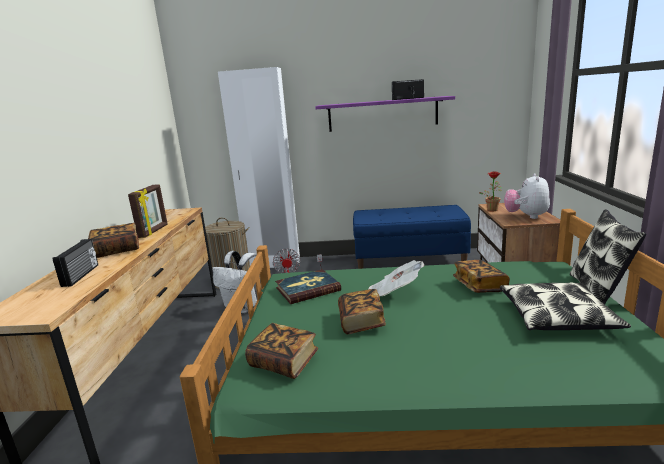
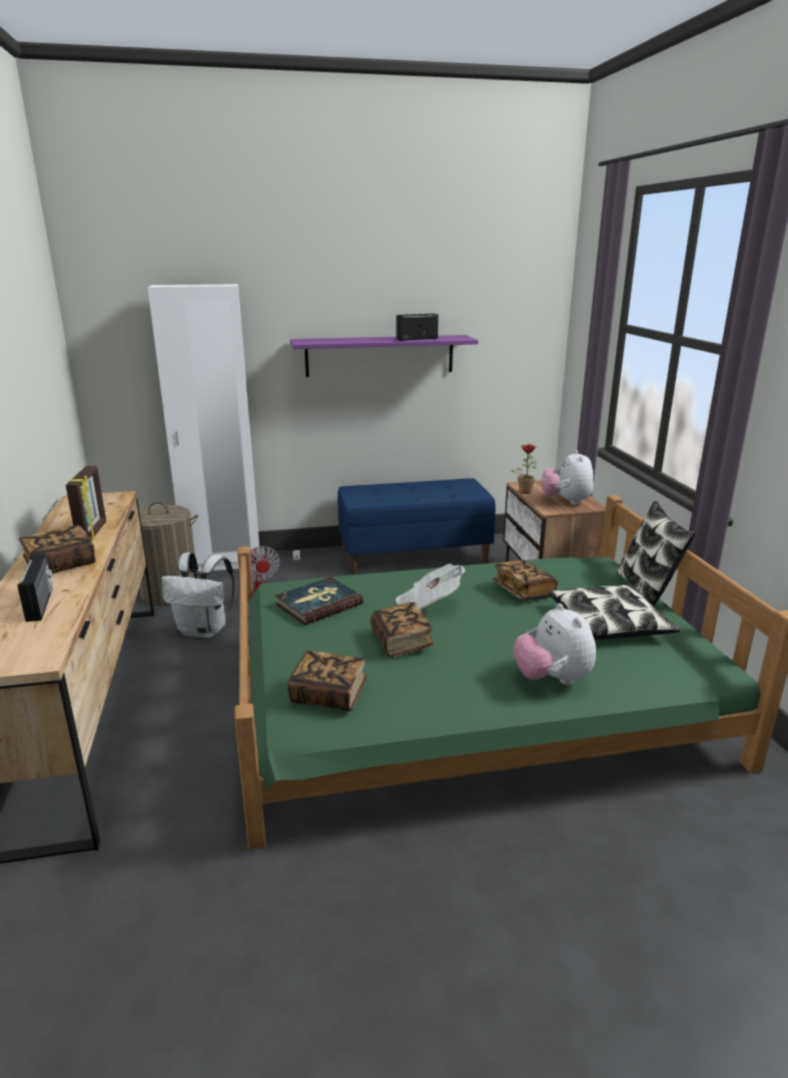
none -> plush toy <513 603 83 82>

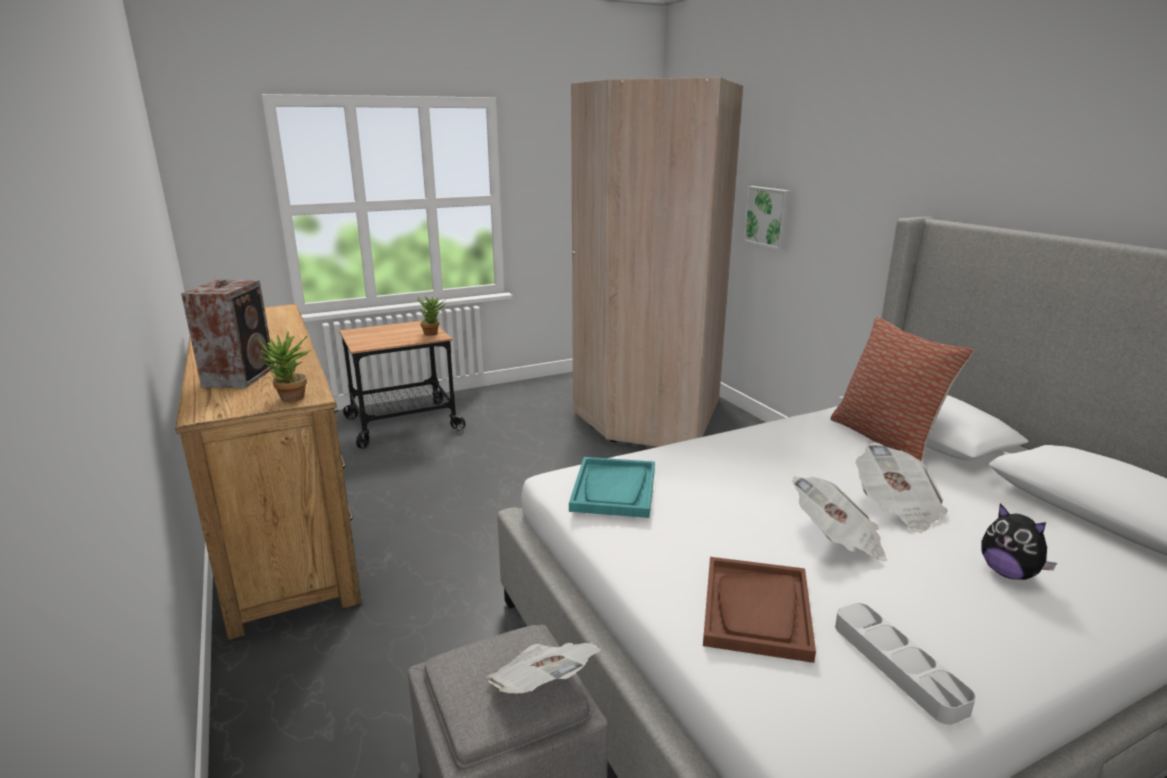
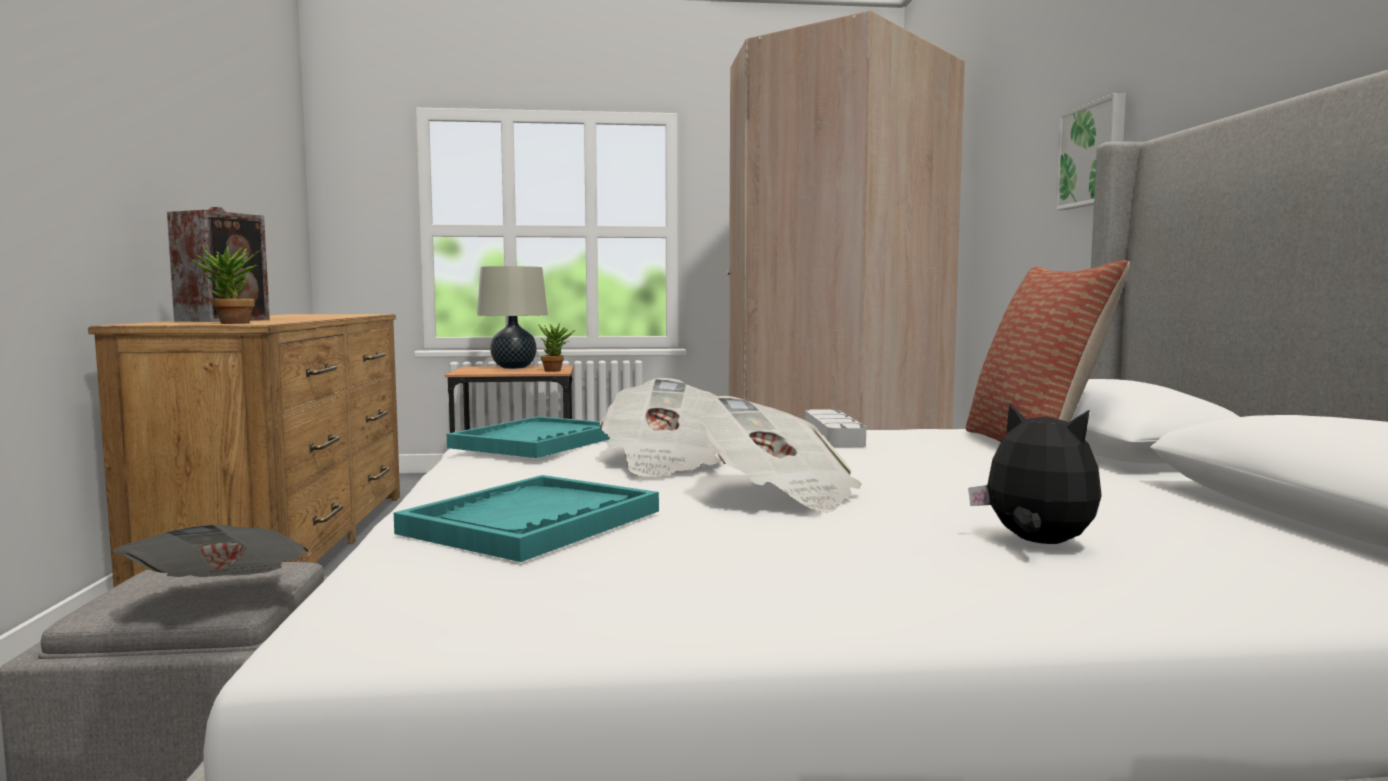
picture <743 186 47 64> -> picture <1055 93 71 117>, moved
daily paper <855 443 93 90> -> daily paper <600 378 119 99>, moved
plush toy <981 504 76 76> -> plush toy <968 402 134 142>, 150 degrees clockwise
brown tray <703 557 113 106> -> turquoise-coloured tray <394 475 265 87>
greyish tray <835 603 141 122> -> greyish tray <805 409 61 39>, moved
none -> beige table lamp <477 266 71 103>

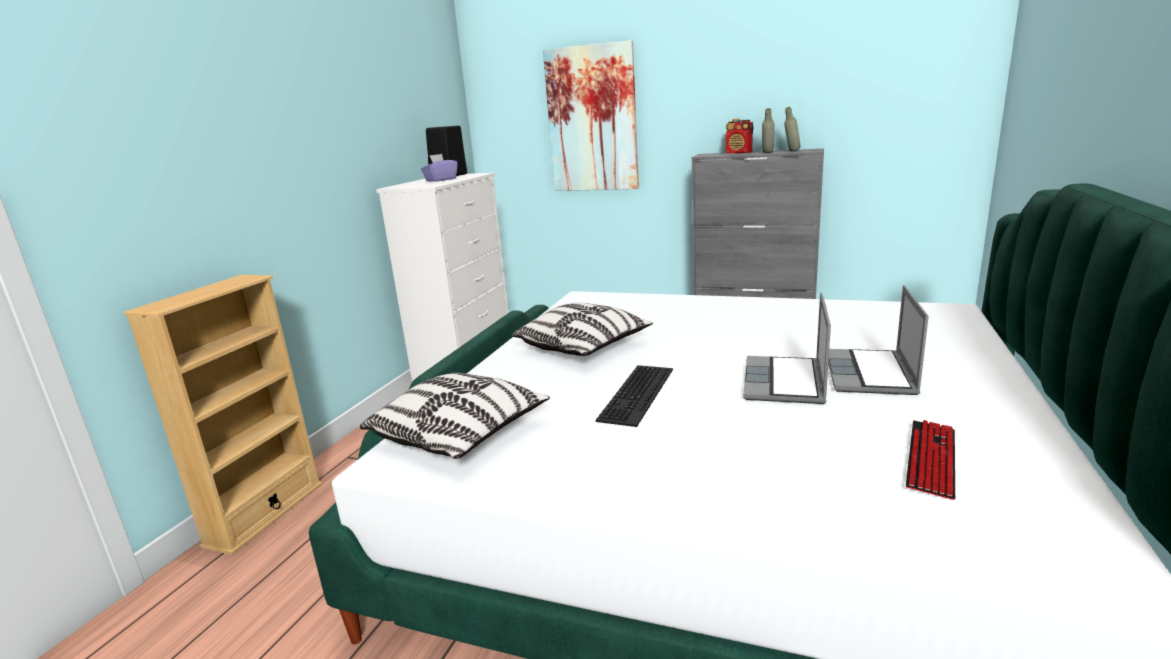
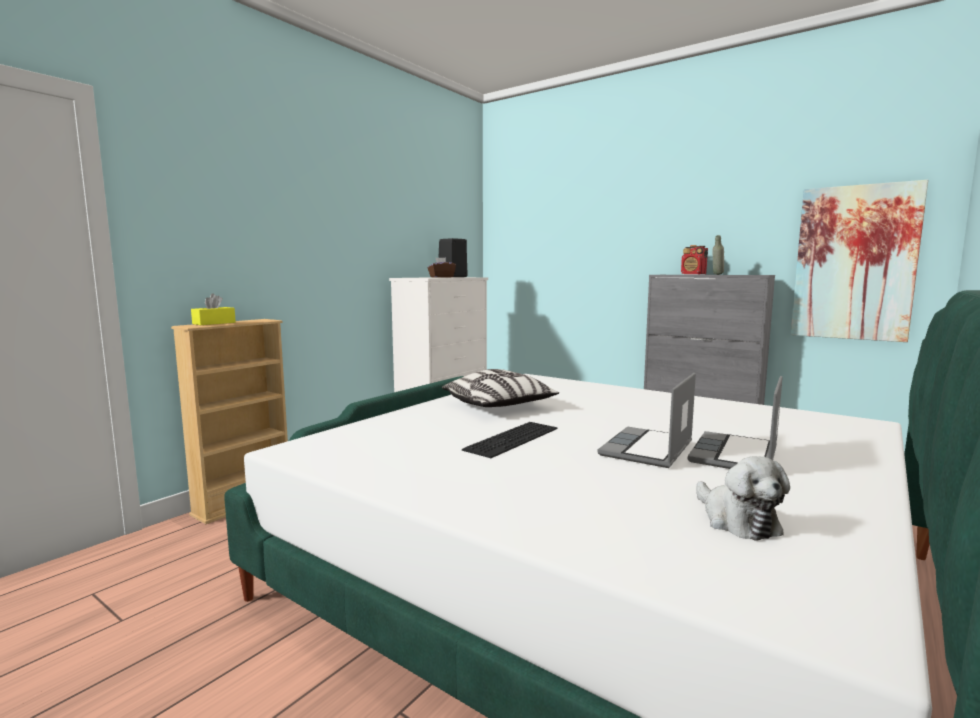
picture <543 40 96 151> -> picture <791 180 137 162>, moved
greyish drink bottle <784 107 17 44> -> none
purplish tissue holder <421 154 37 28> -> brown tissue holder <428 258 28 20>
throw pillow <359 373 191 86> -> none
keyboard <906 420 49 80> -> plush toy <696 456 94 85>
none -> yellowish tissue holder <191 293 45 32>

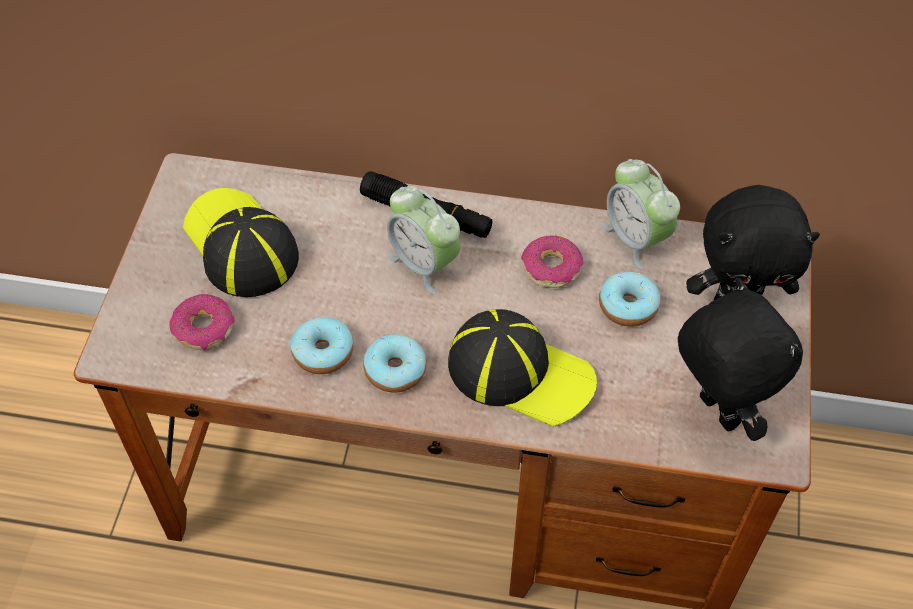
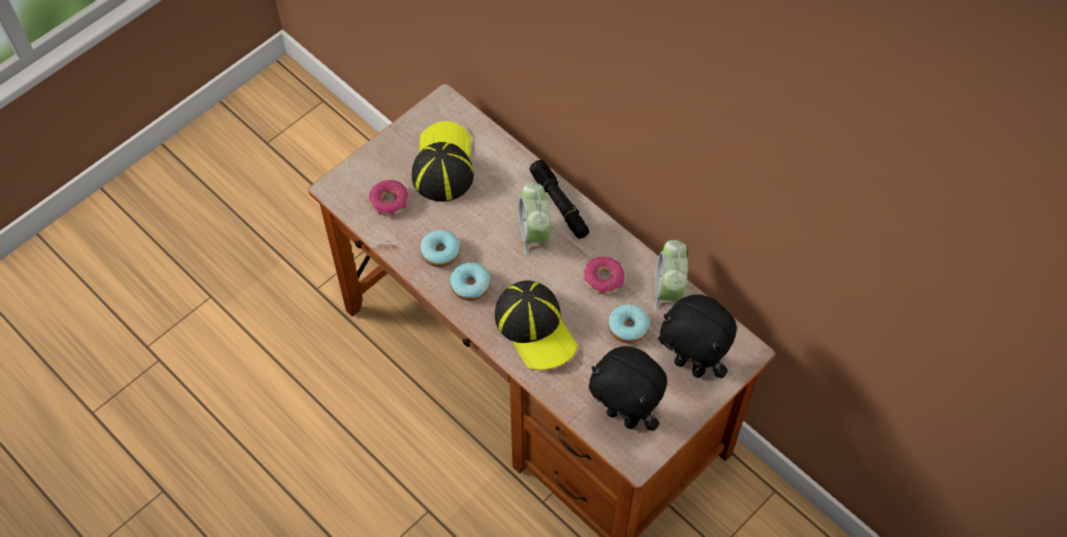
blackish plush toy <678 278 125 163> -> blackish plush toy <589 346 78 85>, 120 degrees clockwise

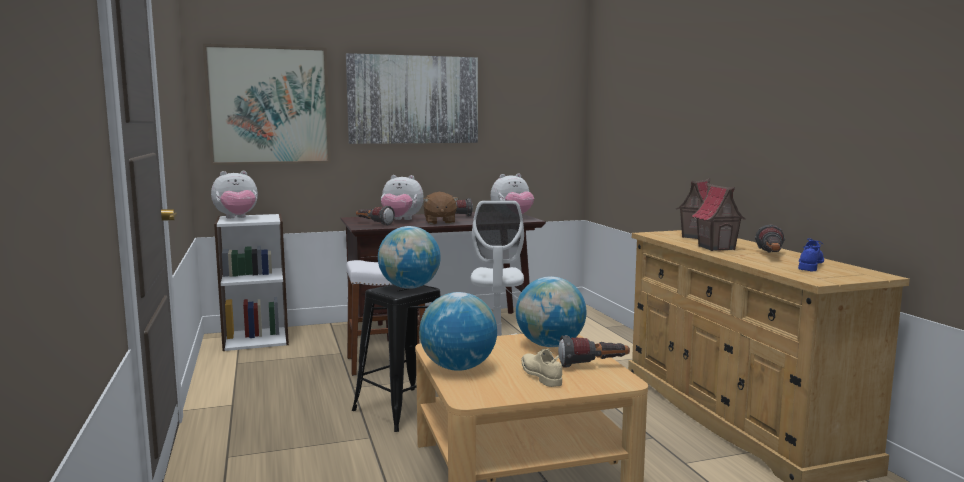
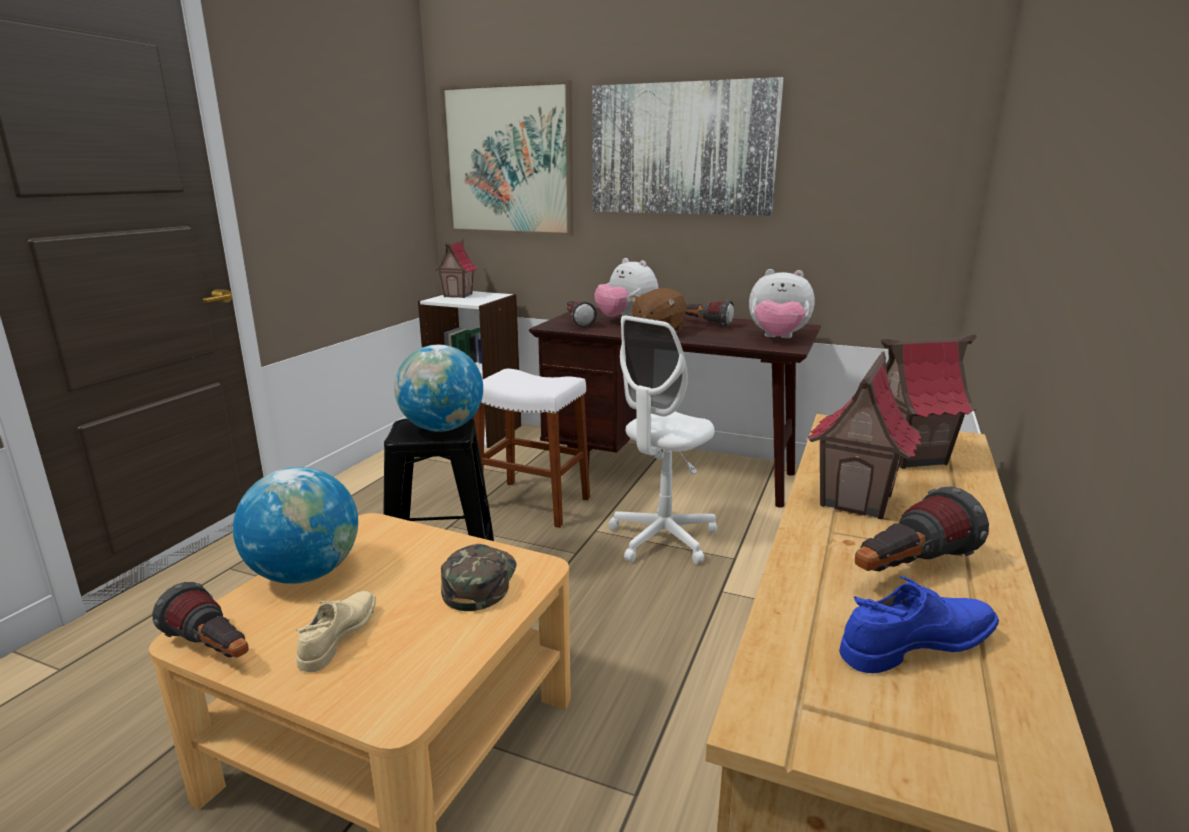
plush toy <211 171 47 47> -> miniature house <435 239 43 59>
globe <516 277 70 70> -> greenish peaked cap <441 544 76 67>
torch <558 335 72 33> -> torch <152 582 97 76>, moved

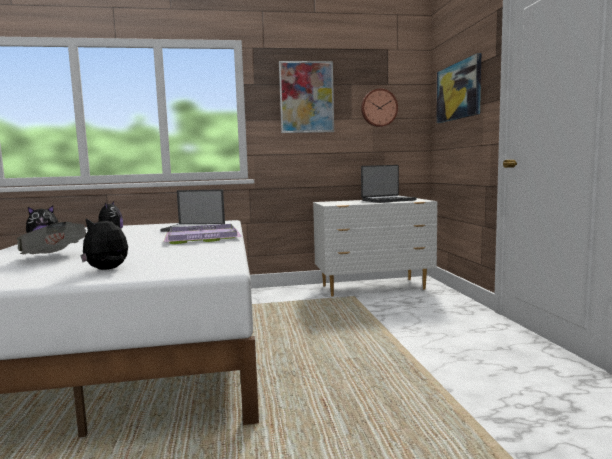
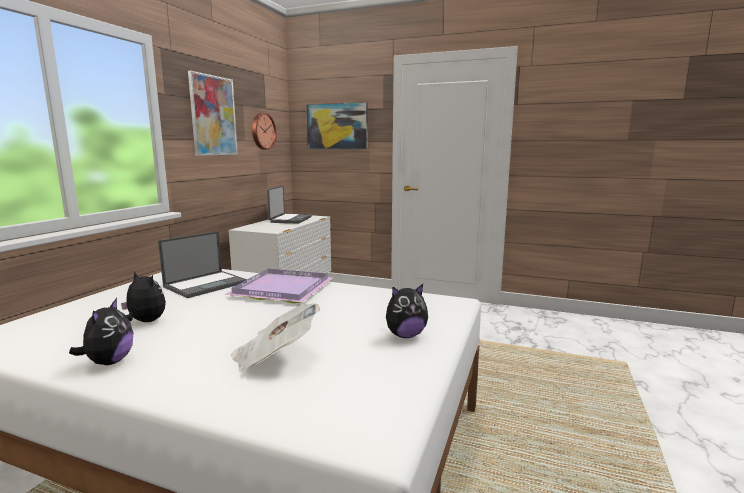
plush toy <80 215 48 55> -> plush toy <386 284 42 54>, 105 degrees counterclockwise

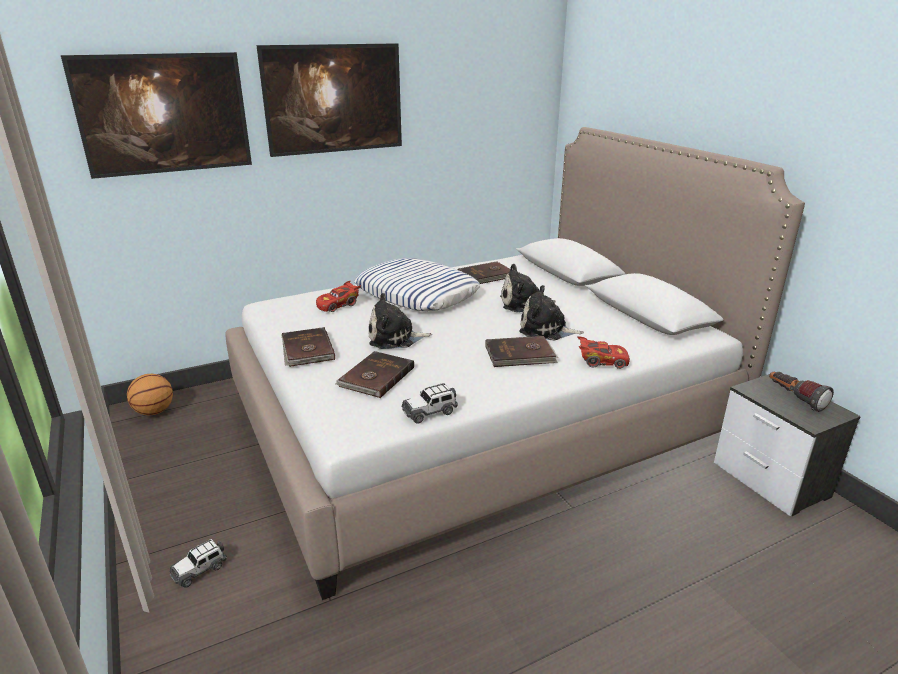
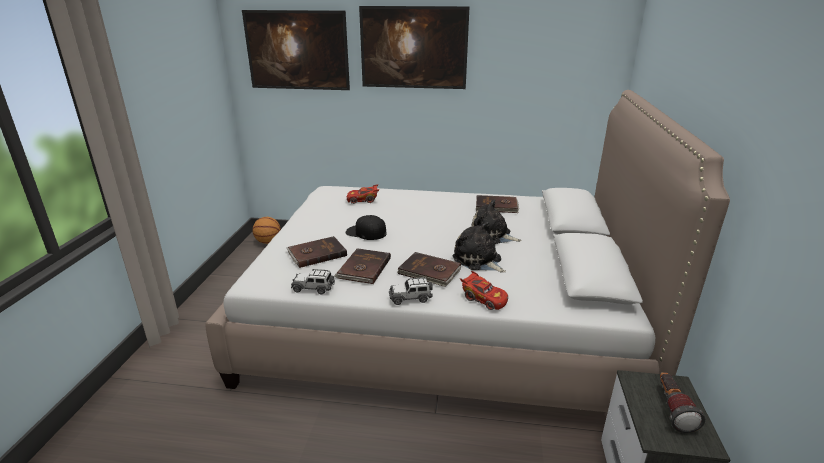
throw pillow <354 258 126 53> -> none
plush toy <368 293 64 56> -> blackish peaked cap <346 215 40 25>
brown book <281 327 54 40> -> brown book <334 248 57 36>, moved
miniature car <170 539 57 49> -> miniature car <389 277 44 28>, moved

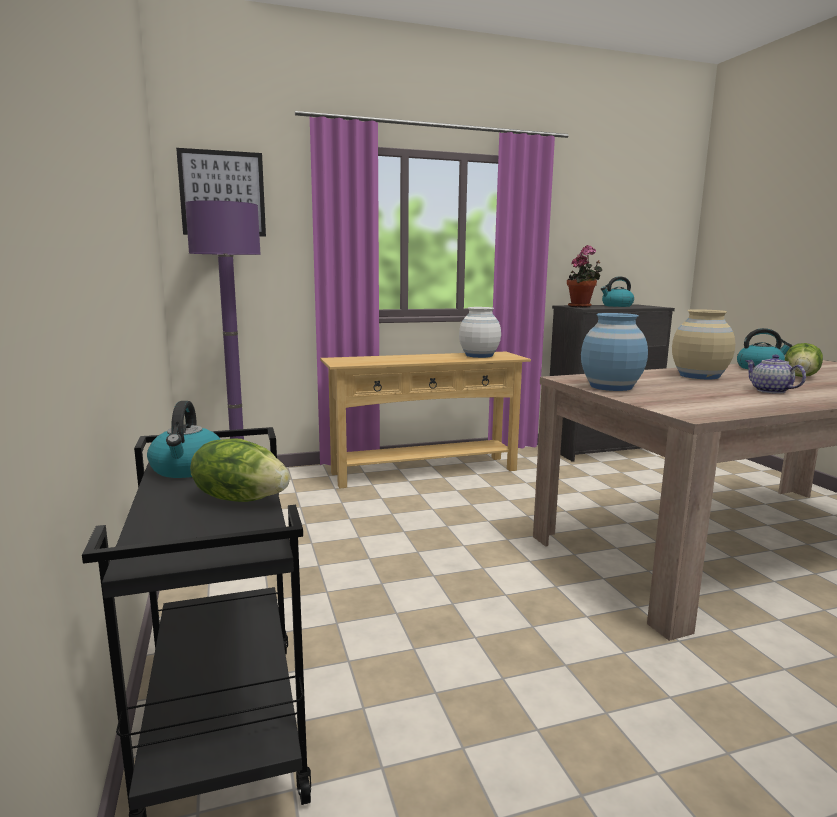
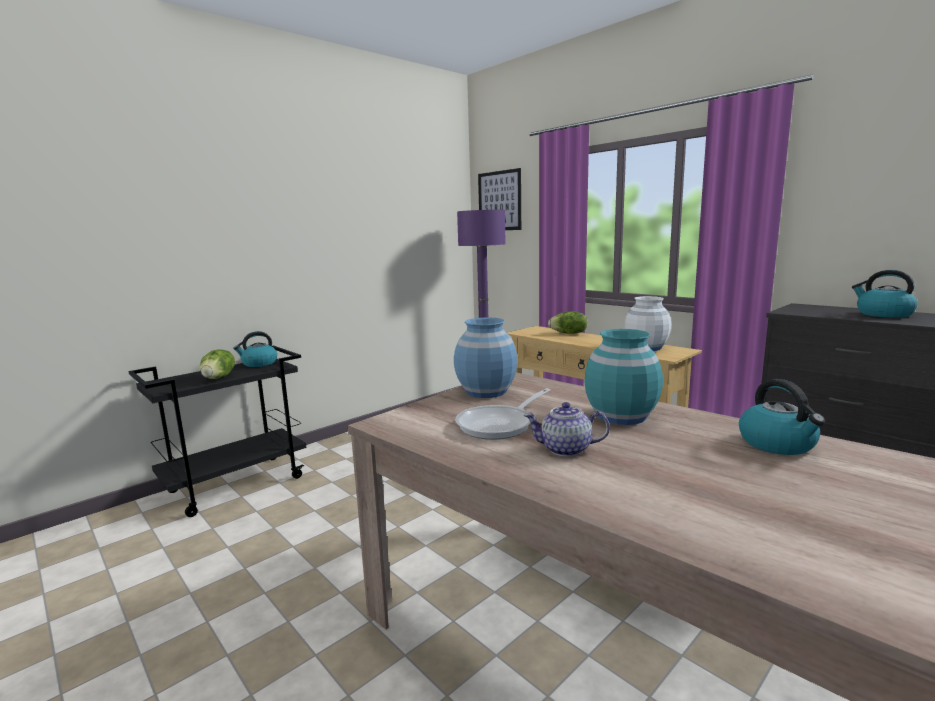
houseplant <567 245 35 62> -> none
beige flower vase <672 309 63 70> -> turquoise-coloured flower vase <585 329 78 96>
head of lettuce <785 343 38 34> -> head of lettuce <548 311 39 23>, moved
pot for tea <745 355 61 39> -> pot for tea <524 402 86 55>, 120 degrees counterclockwise
none -> frying pan <455 388 96 52>

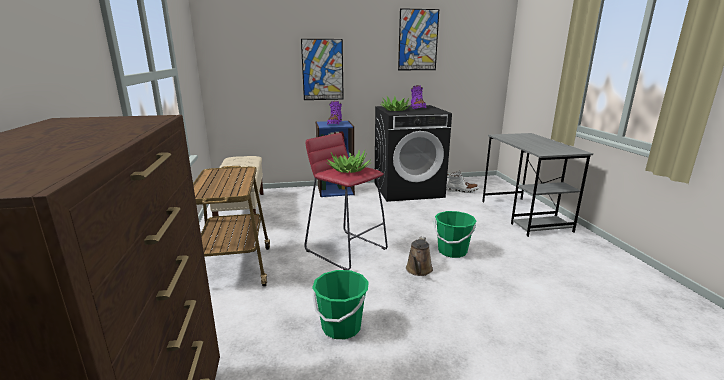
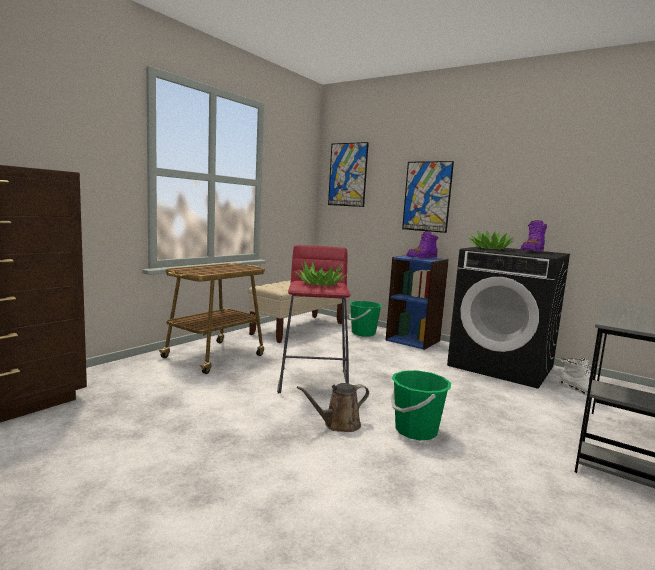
picture <398 8 41 62> -> picture <328 142 41 65>, moved
greenish pail <312 270 57 69> -> greenish pail <349 301 33 36>, moved

